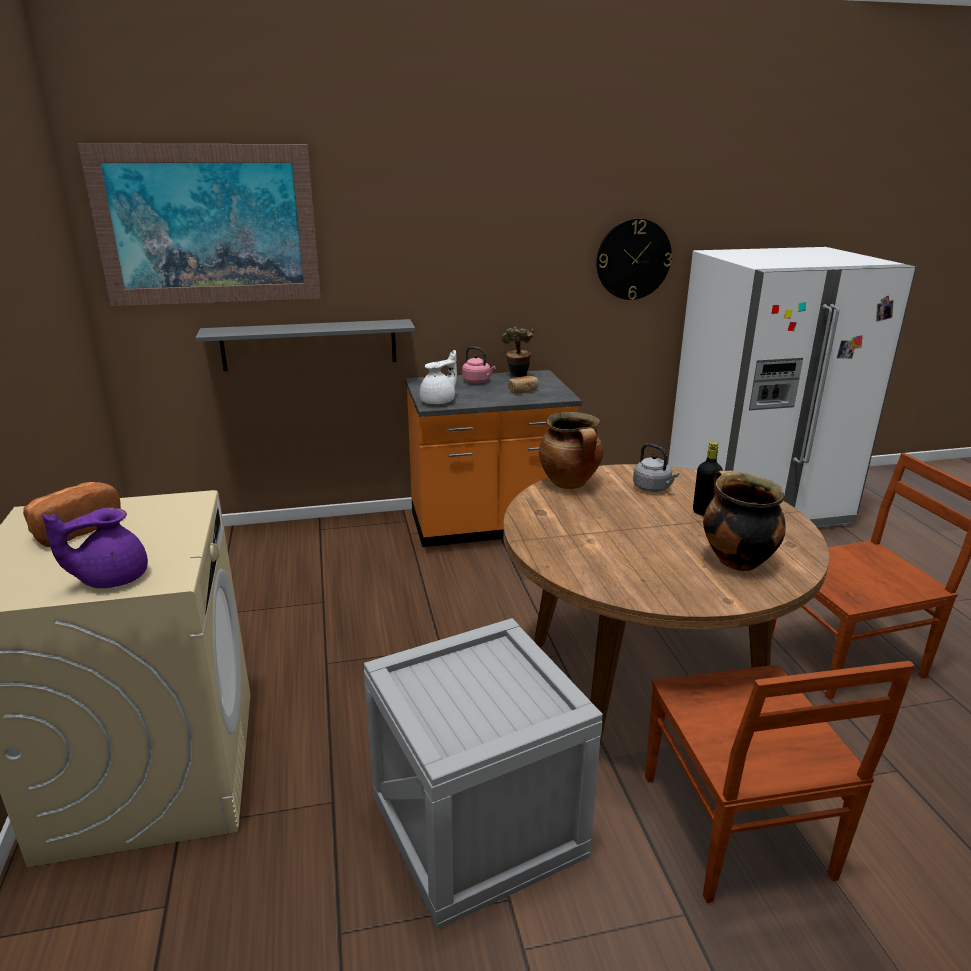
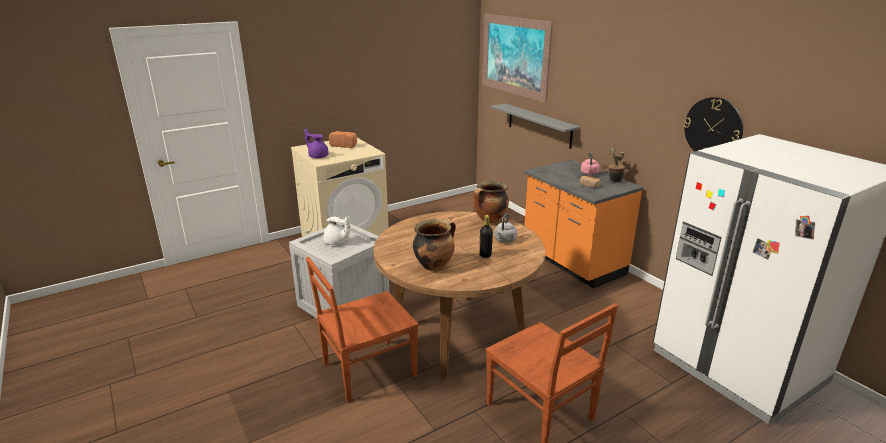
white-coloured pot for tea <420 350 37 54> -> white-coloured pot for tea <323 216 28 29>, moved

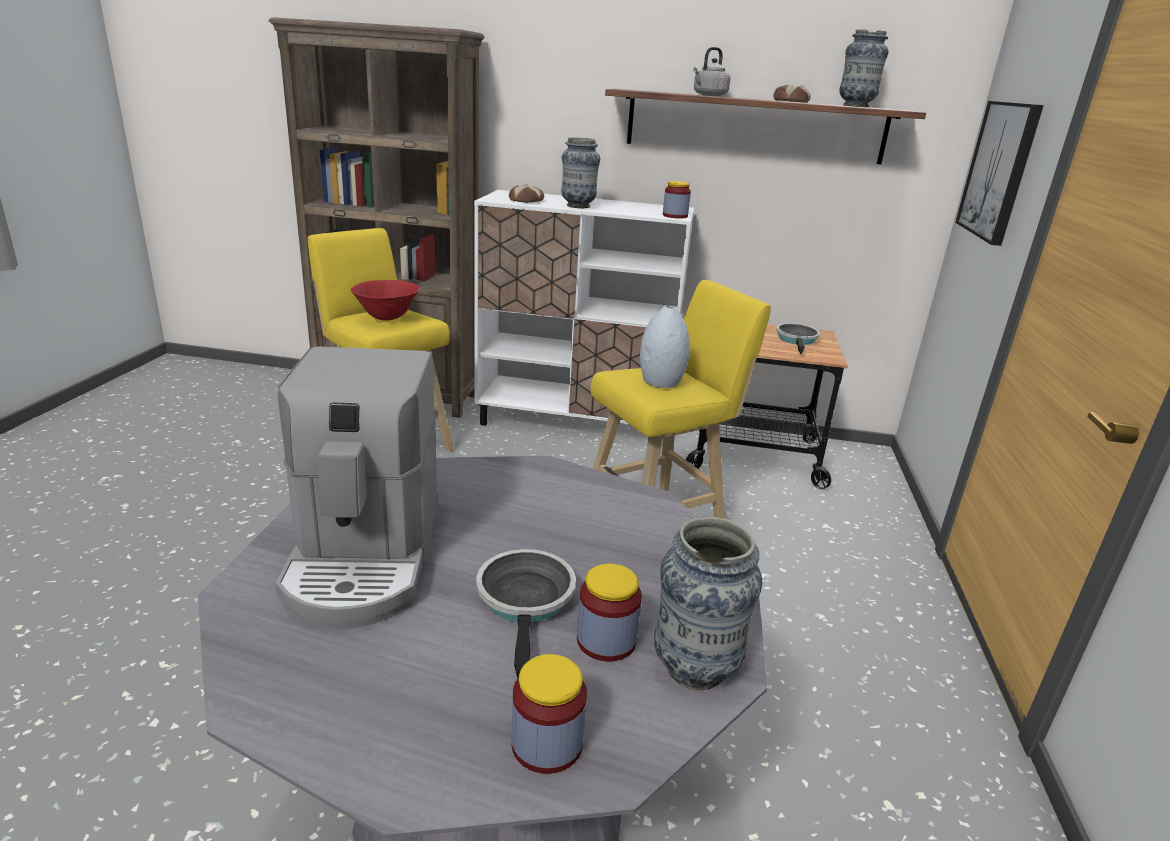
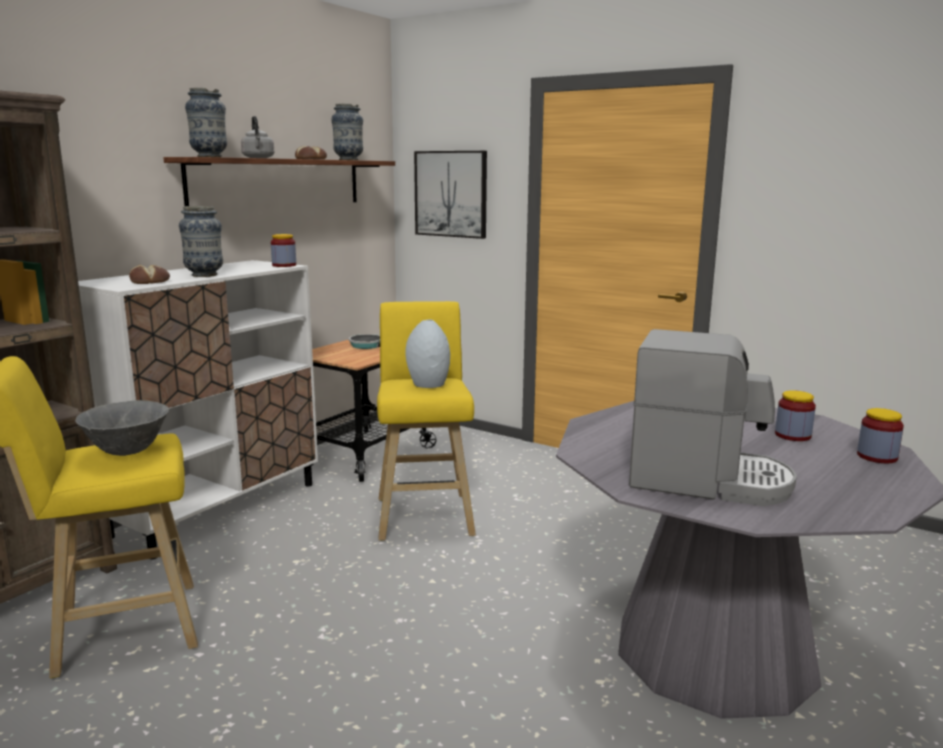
red bowl <351 280 68 41> -> greyish bowl <75 400 94 56>
flower vase <654 517 108 173> -> flower vase <185 88 42 69>, moved
frying pan <476 549 100 130> -> none

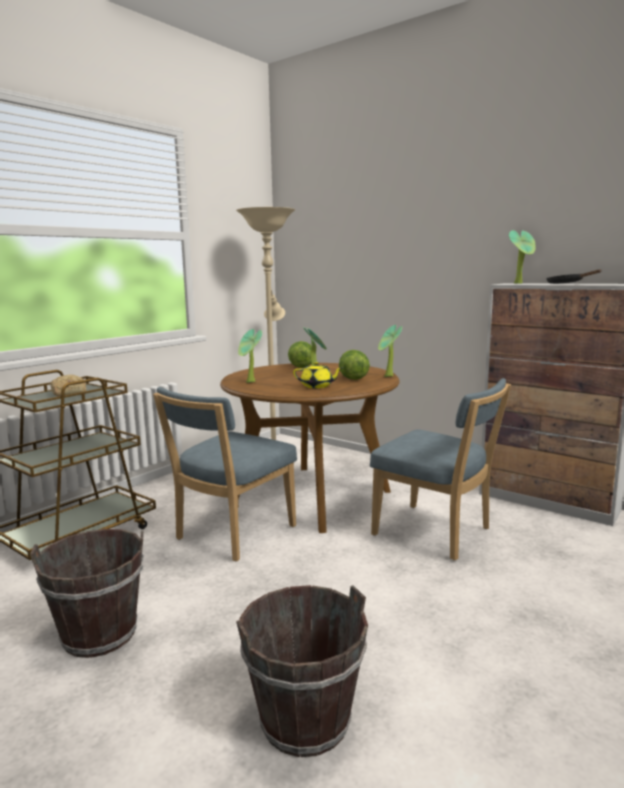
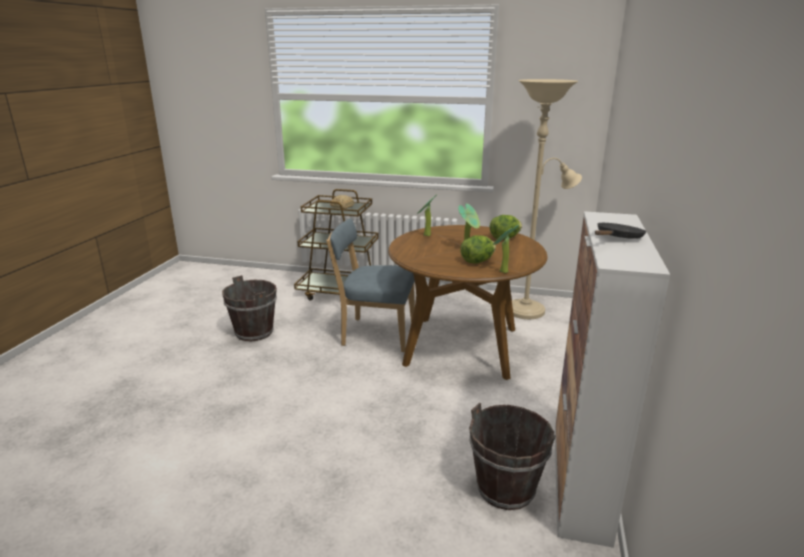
houseplant <509 230 26 54> -> none
yellowish pot for tea <293 362 49 26> -> none
blue-coloured plain chair <370 378 141 182> -> none
brown pail <236 585 132 172> -> brown pail <469 403 87 107>, moved

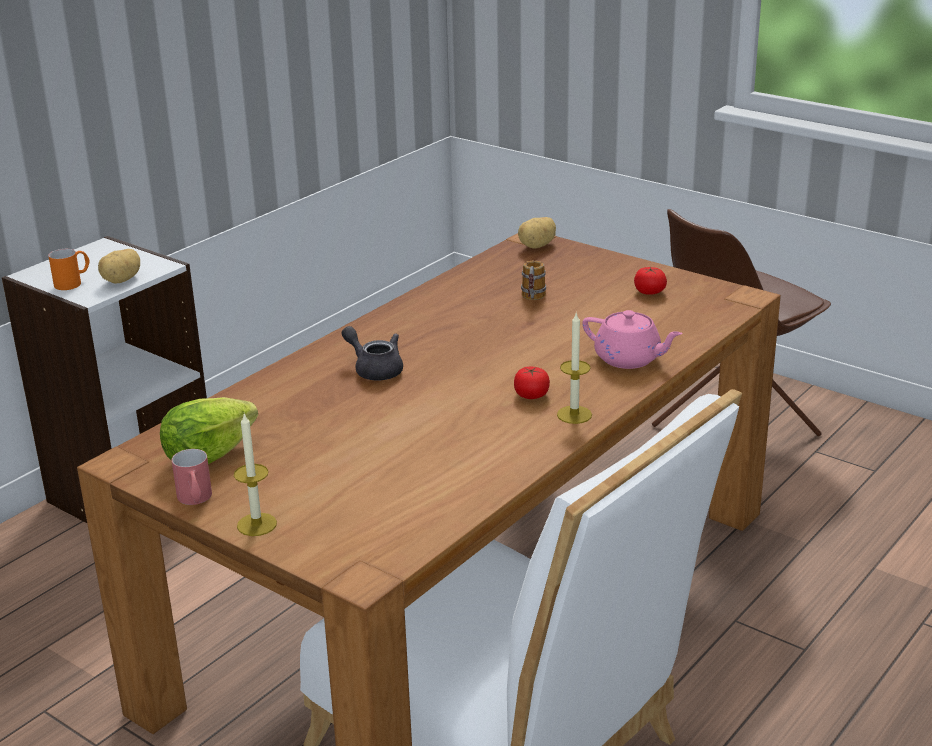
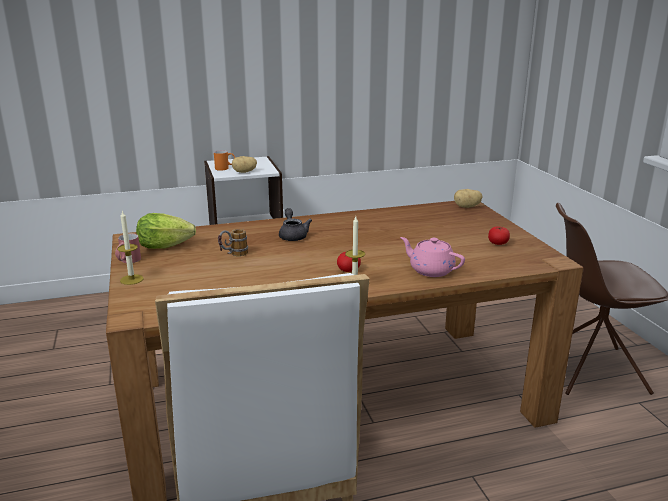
coffee mug <521 260 25 40> -> coffee mug <218 229 30 27>, moved
pink-coloured pot for tea <582 310 101 59> -> pink-coloured pot for tea <400 237 65 40>, 150 degrees clockwise

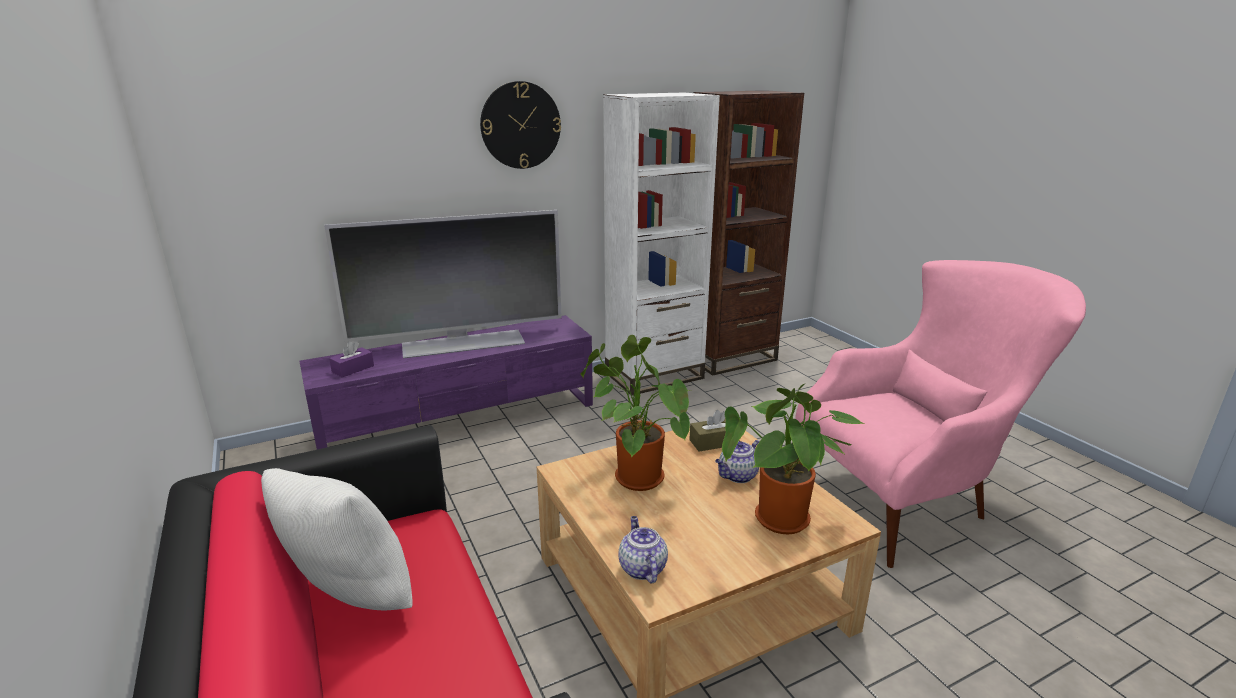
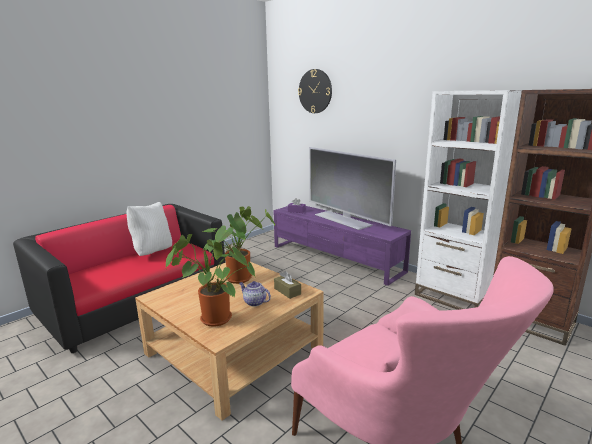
wall clock <480 81 81 88> -> wall clock <298 69 34 44>, moved
pot for tea <618 516 50 68> -> none

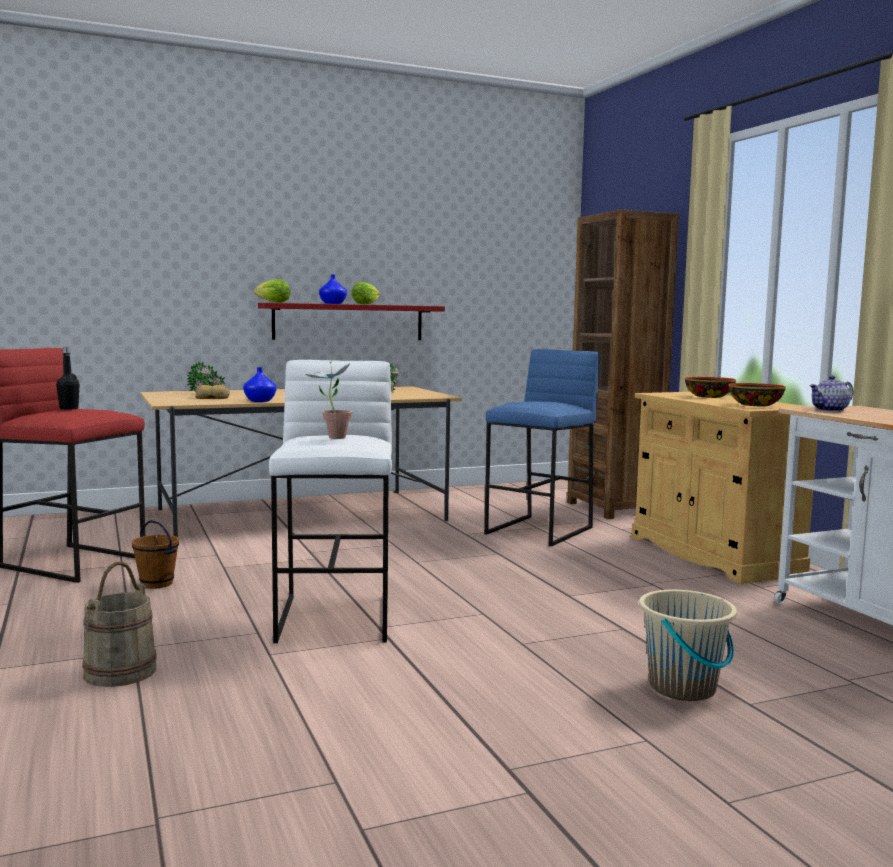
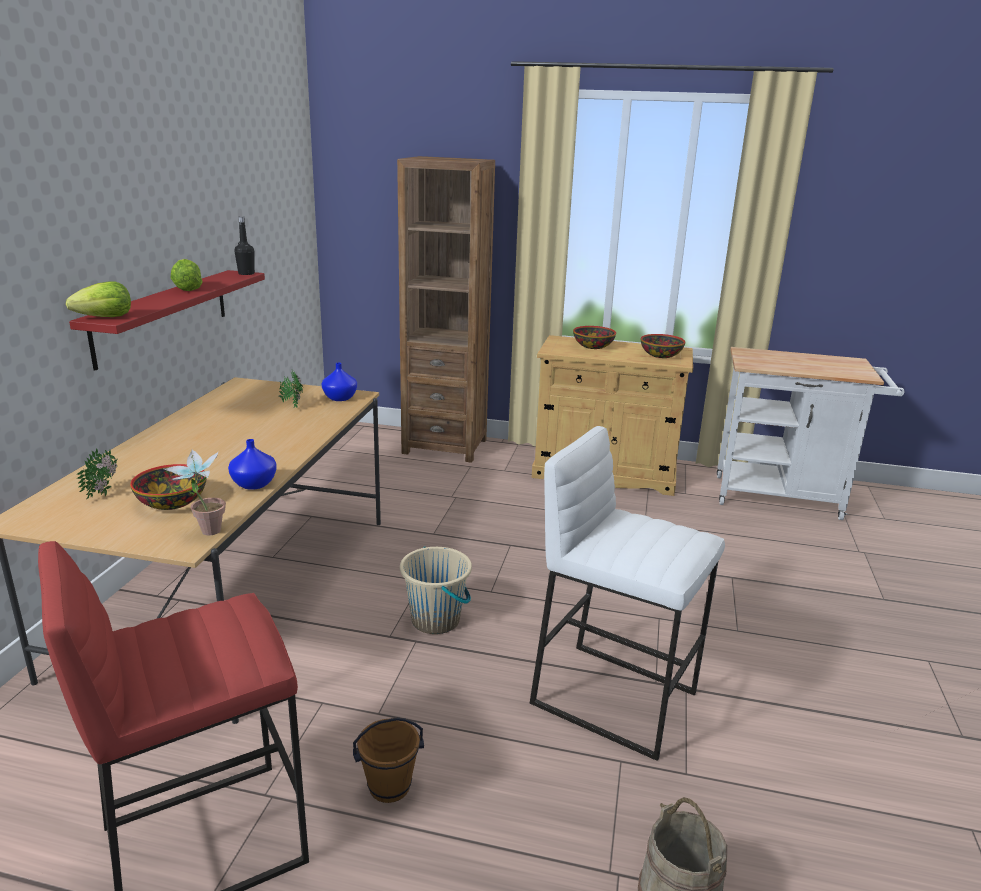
blue-coloured flower vase <319 274 28 30> -> blue-coloured flower vase <322 363 35 38>, moved
blackish drink bottle <56 347 24 63> -> blackish drink bottle <234 216 21 59>, moved
blue-coloured stool seat <484 349 116 198> -> none
houseplant <304 361 48 78> -> houseplant <164 449 62 86>, moved
pot for tea <809 376 44 36> -> none
bakery bread <195 385 35 14> -> bowl <130 464 77 46>
beige pail <639 590 98 111> -> beige pail <400 546 72 88>, moved

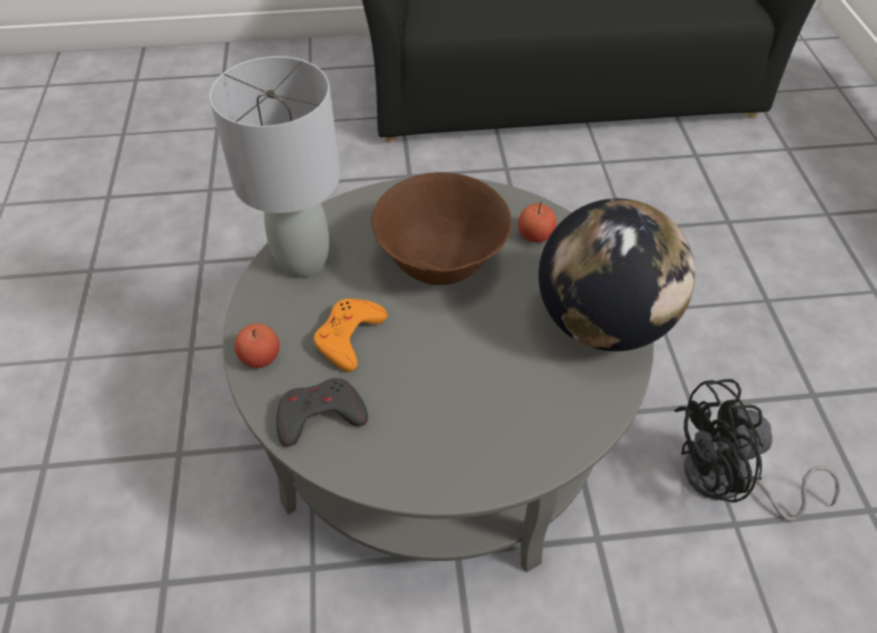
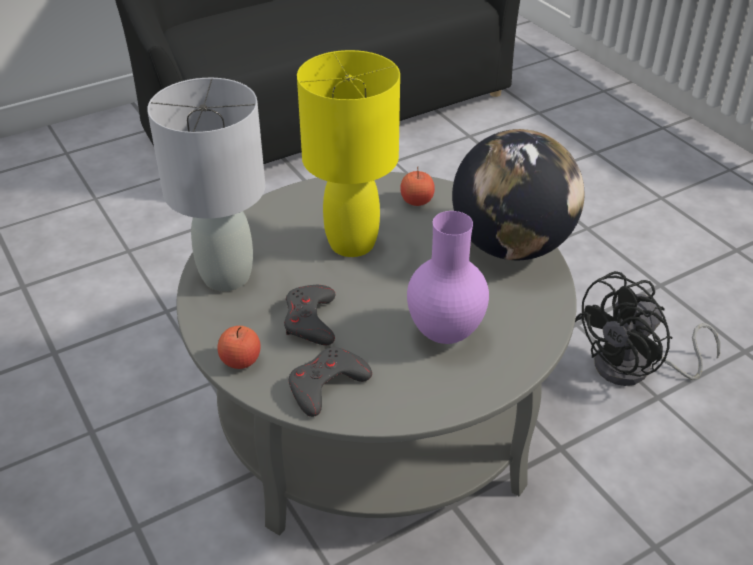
brown bowl <371 172 141 113> -> yellowish table lamp <297 50 103 207>
orange gamepad <314 299 74 73> -> greyish gamepad <284 285 51 60>
none -> purplish flower vase <407 211 82 133>

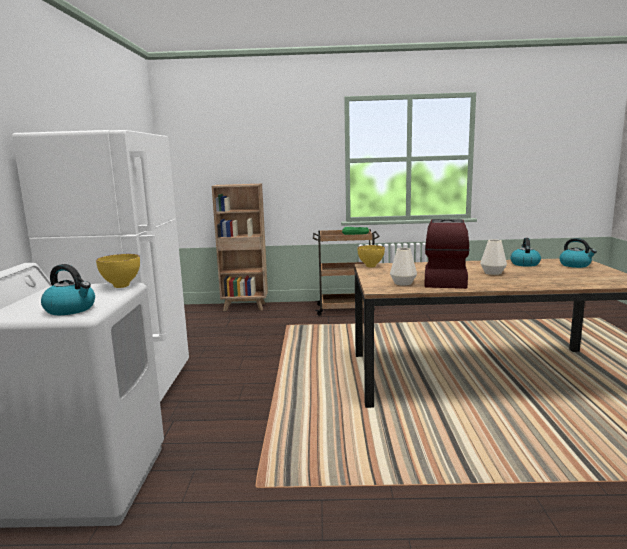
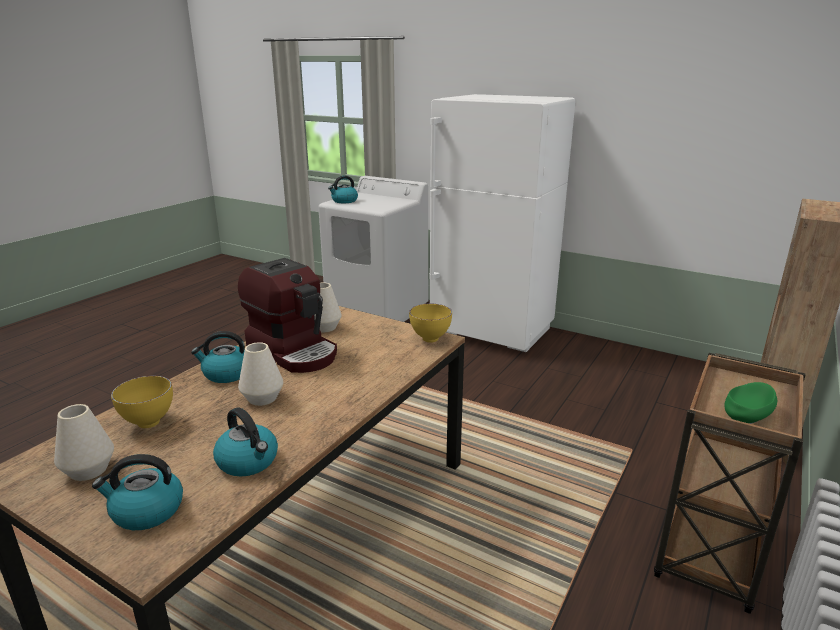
yellowish bowl <96 254 44 34> -> yellowish bowl <111 376 62 52>, moved
none -> tea kettle <191 331 54 52>
none -> white-coloured flower vase <54 404 60 77>

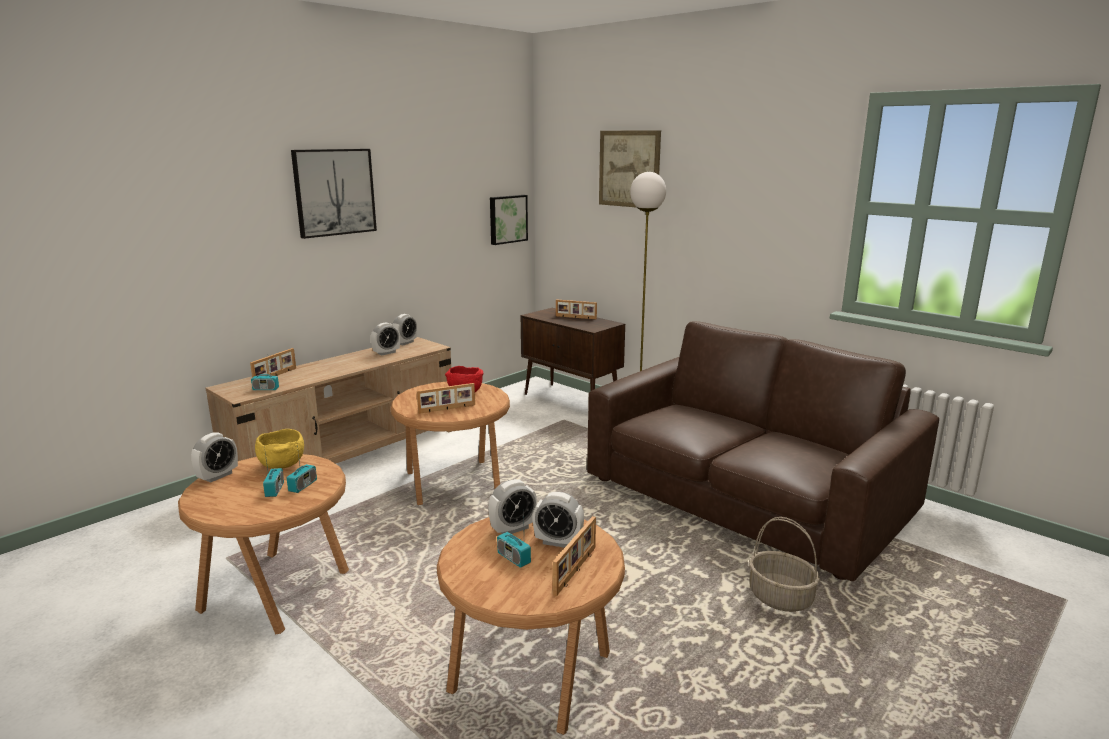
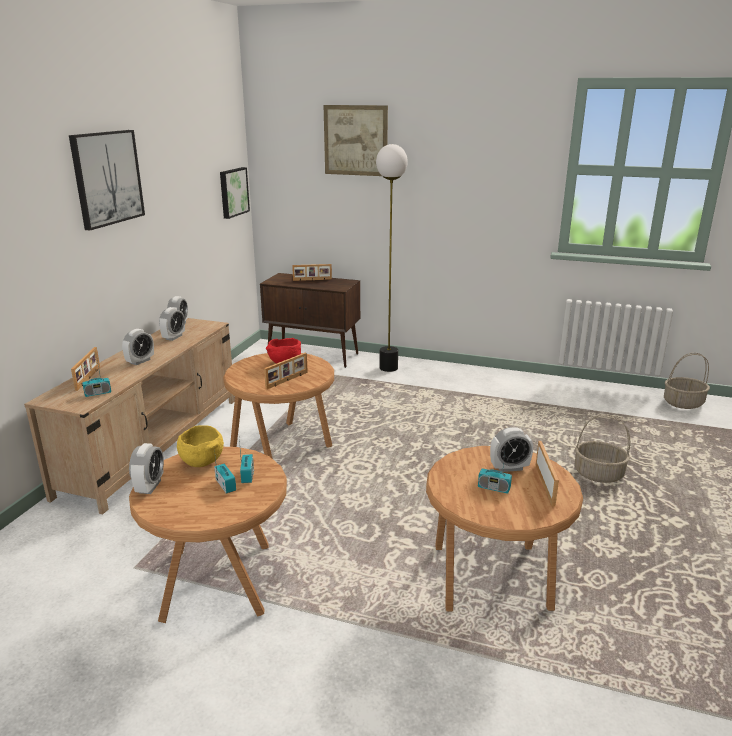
brown couch <587 321 352 260> -> none
table clock <488 479 49 55> -> table clock <122 329 32 36>, moved
none -> basket <664 353 46 56>

